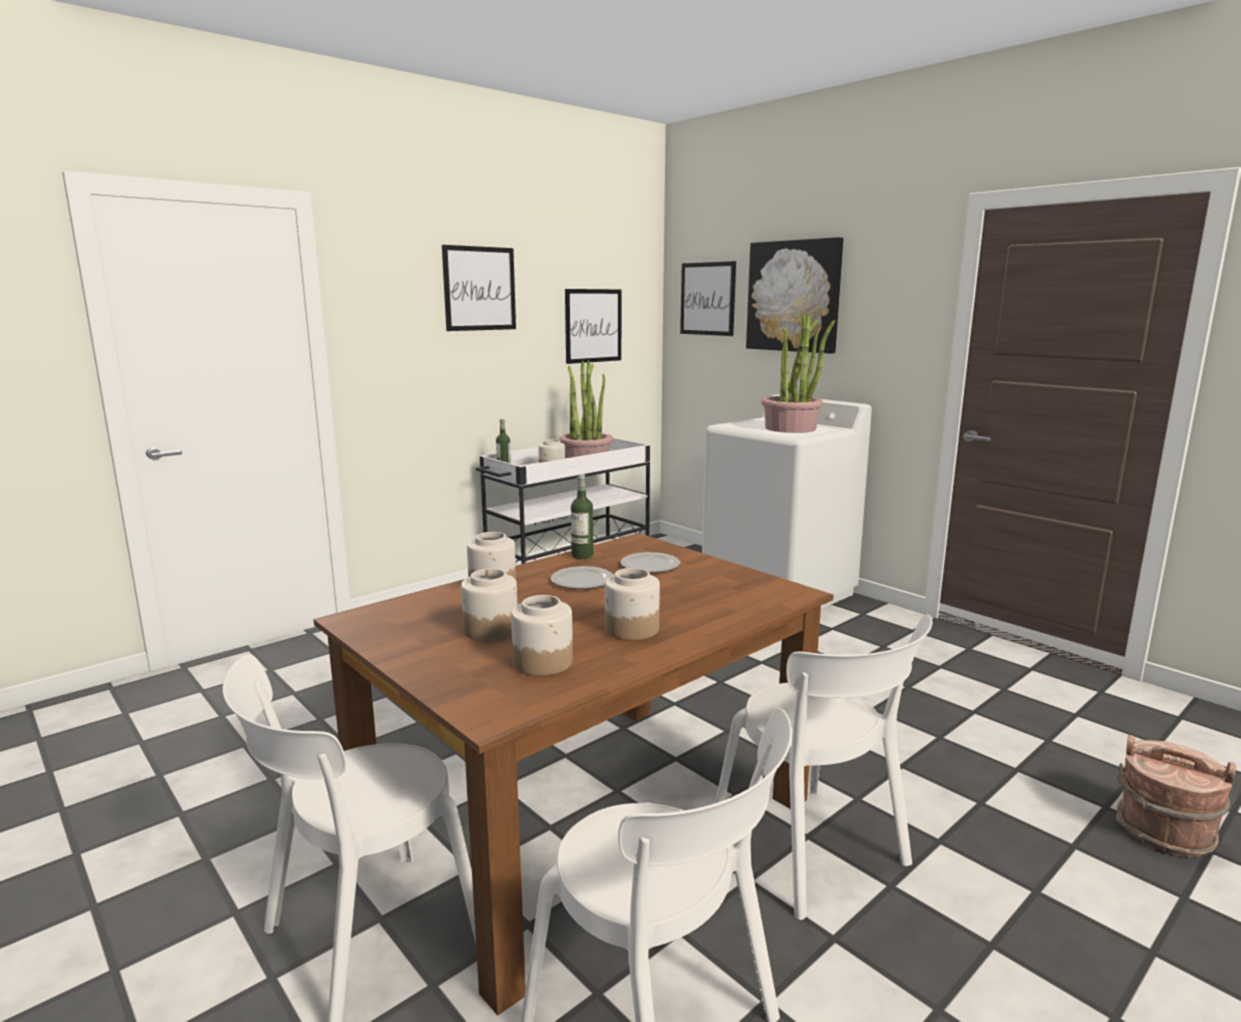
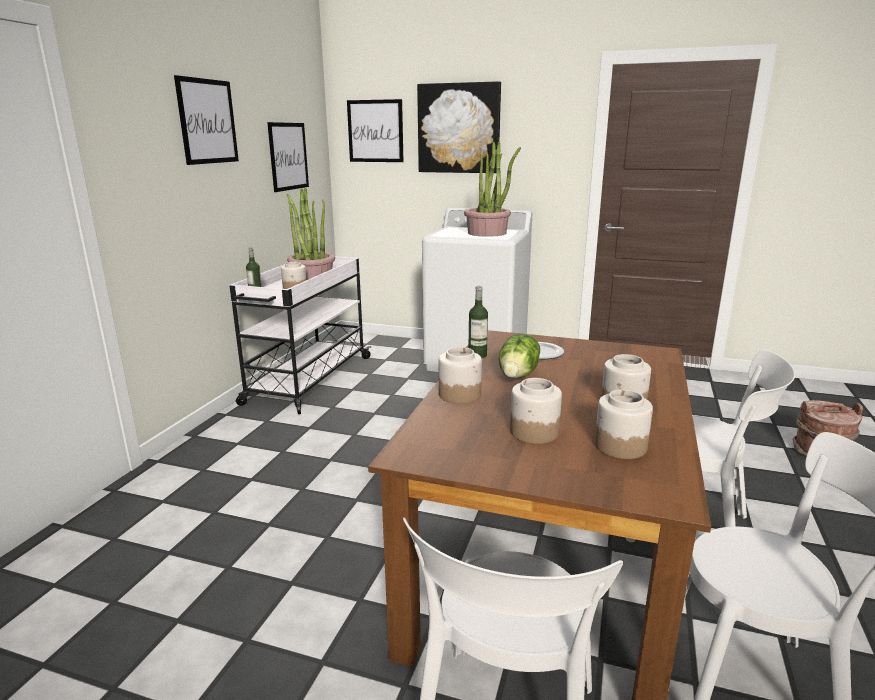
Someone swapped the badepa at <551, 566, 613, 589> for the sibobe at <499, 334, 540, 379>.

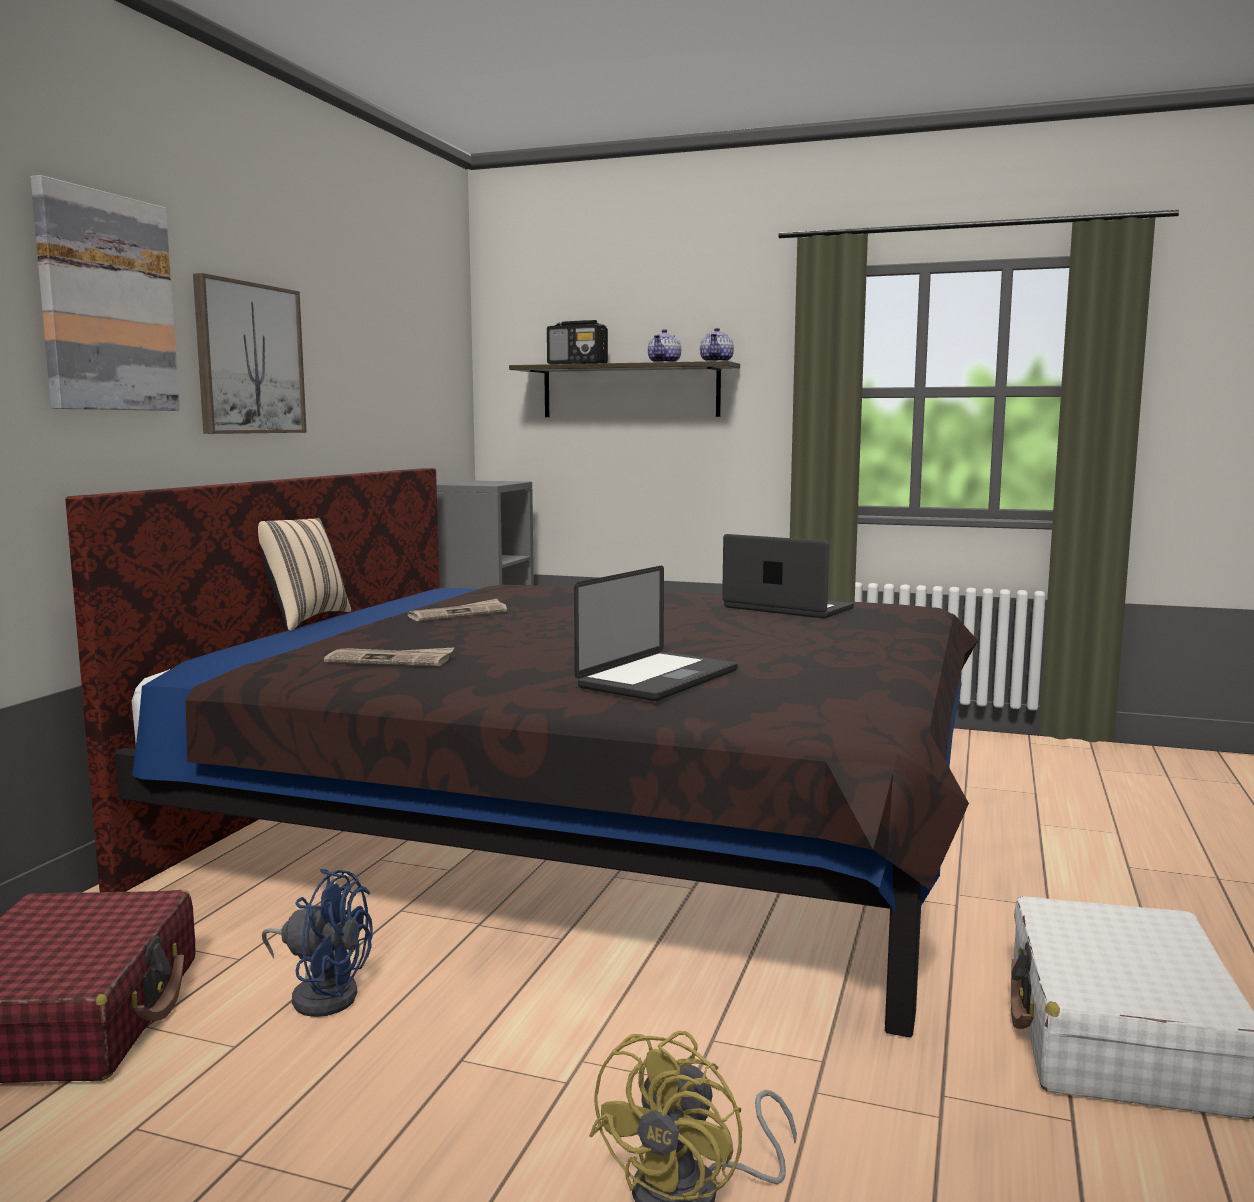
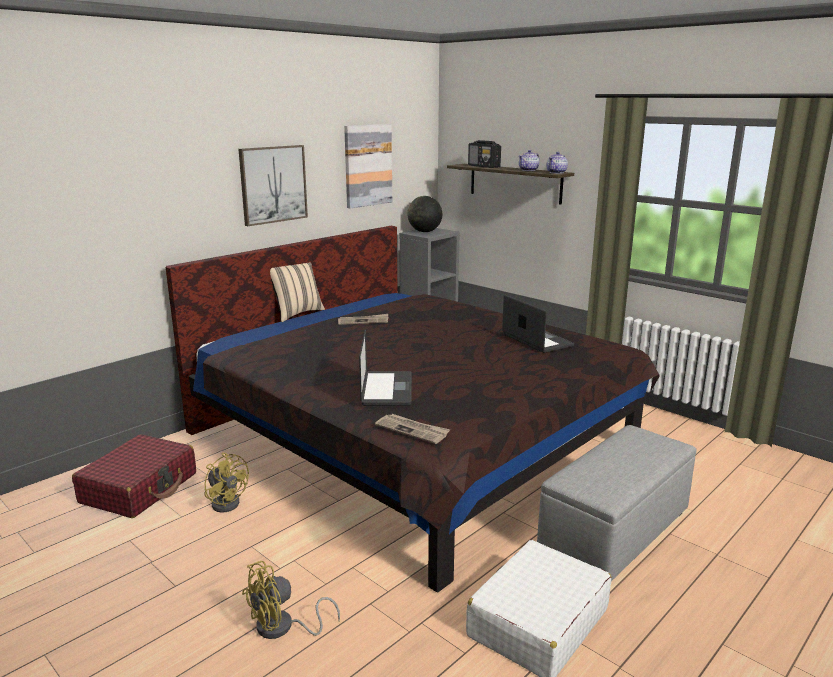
Someone repainted the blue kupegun at <262, 869, 373, 1017>, which became the yellow kupegun at <205, 453, 249, 513>.
Someone carried the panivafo from <31, 175, 180, 411> to <344, 124, 392, 209>.
Someone rotated the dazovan at <574, 566, 737, 701> by 60 degrees counterclockwise.
Someone carried the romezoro from <324, 648, 454, 666> to <375, 414, 450, 444>.
Someone put down the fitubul at <407, 196, 442, 232>.
Someone put down the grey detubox at <537, 425, 696, 581>.

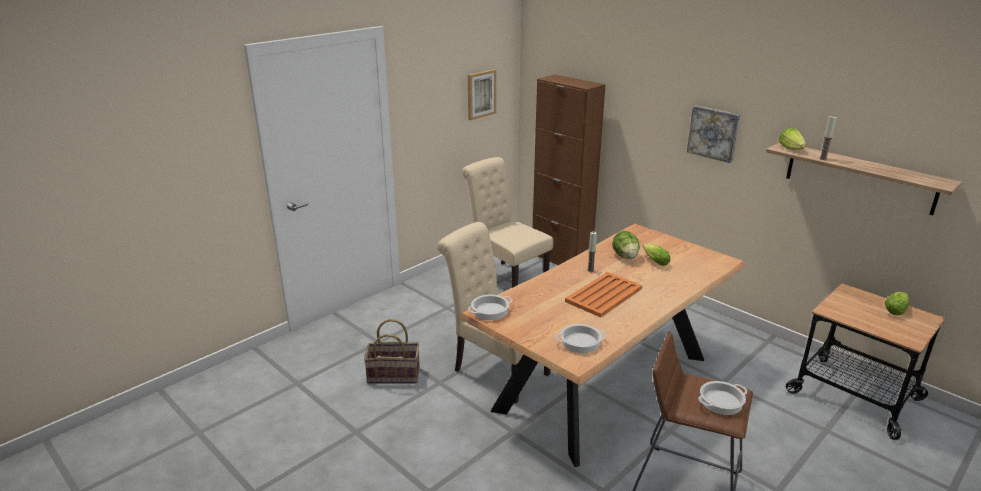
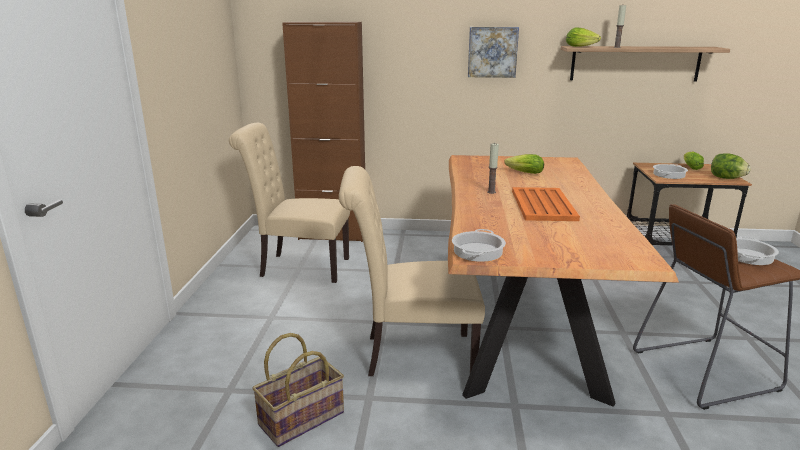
Someone carried the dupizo from <554, 324, 607, 353> to <653, 164, 688, 179>.
Someone carried the sibobe from <612, 231, 640, 259> to <711, 153, 751, 179>.
Someone took away the panivafo at <468, 69, 496, 120>.

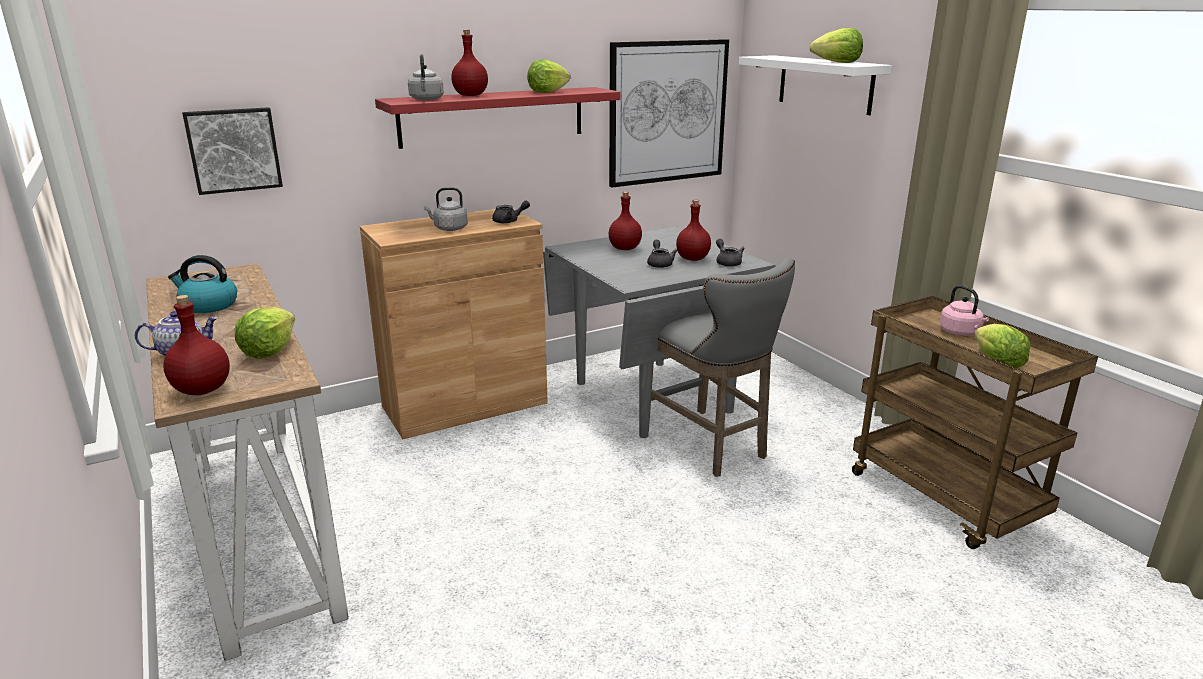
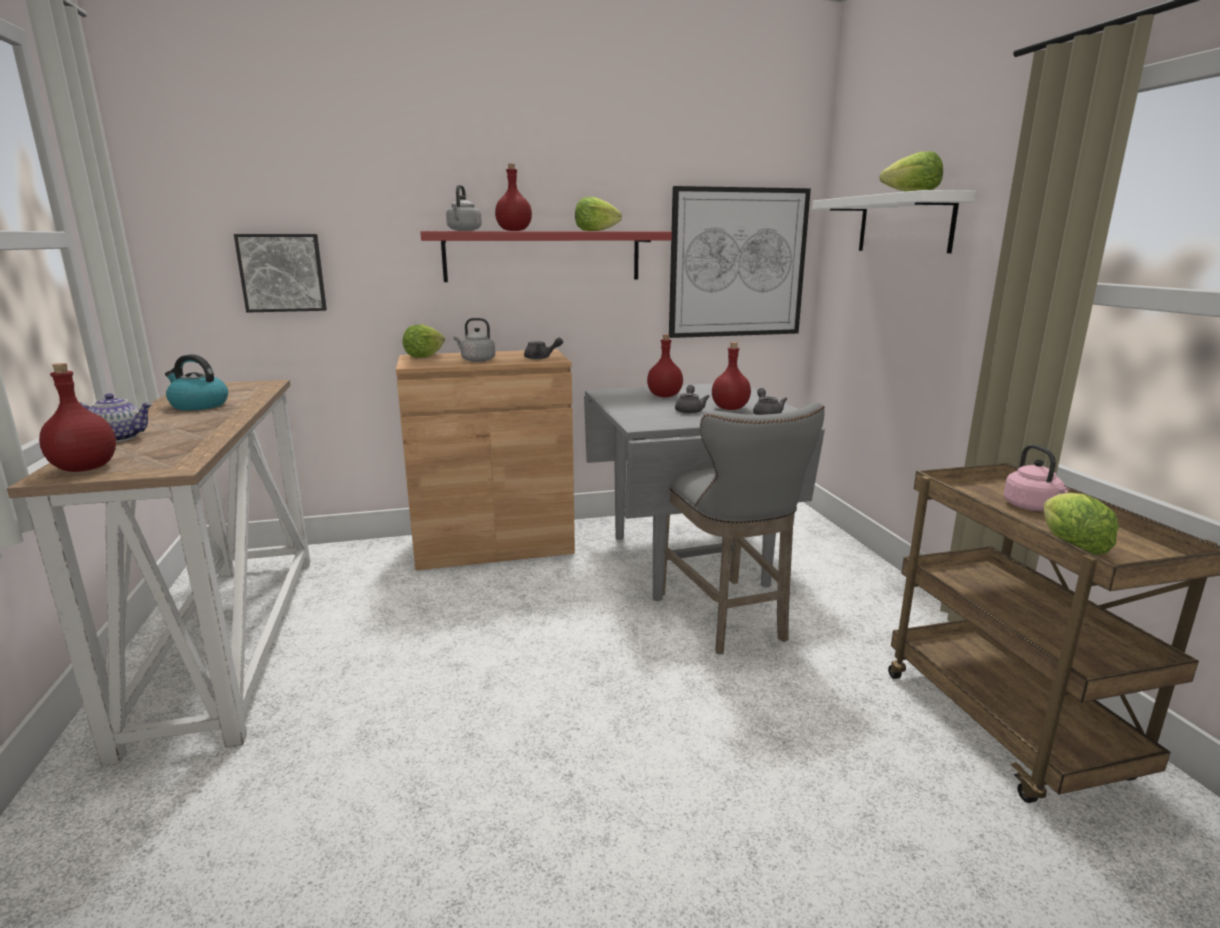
Someone carried the sibobe from <235, 307, 295, 359> to <402, 324, 445, 358>.

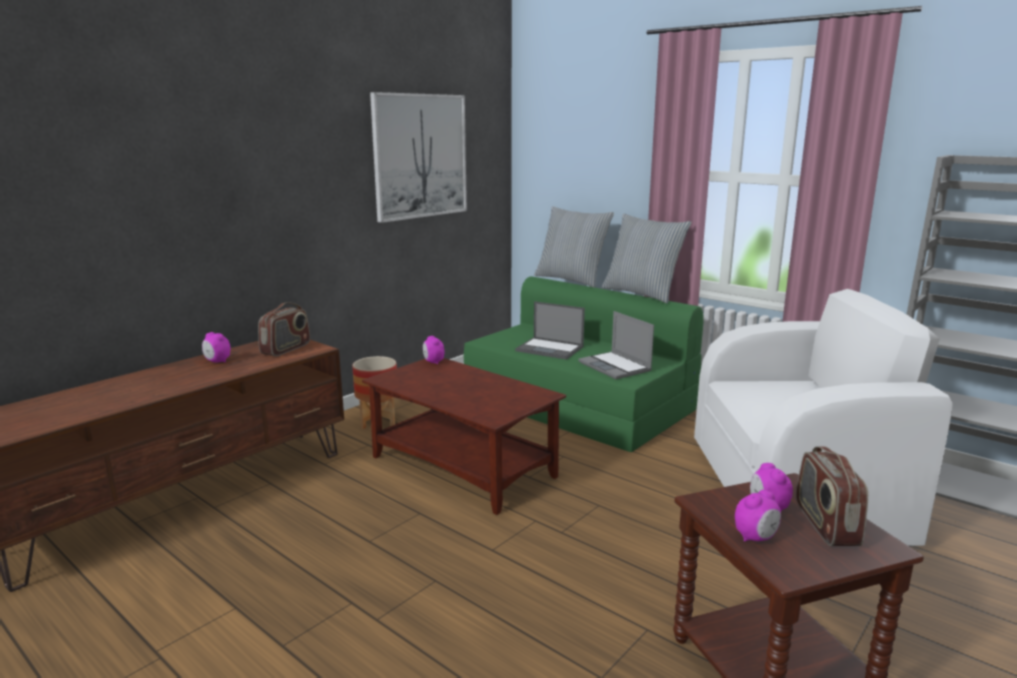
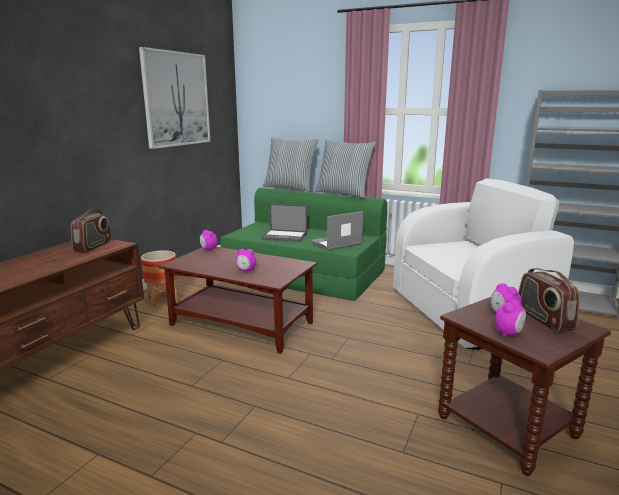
Someone carried the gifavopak from <202, 332, 230, 363> to <236, 249, 256, 272>.
Someone rotated the dazovan at <578, 311, 654, 379> by 105 degrees clockwise.

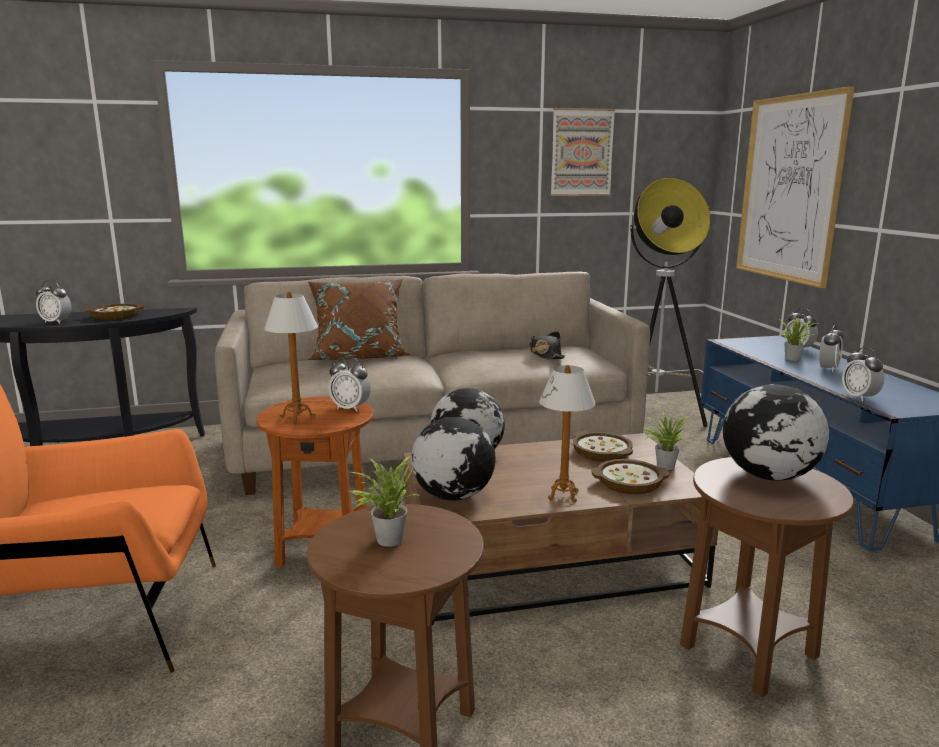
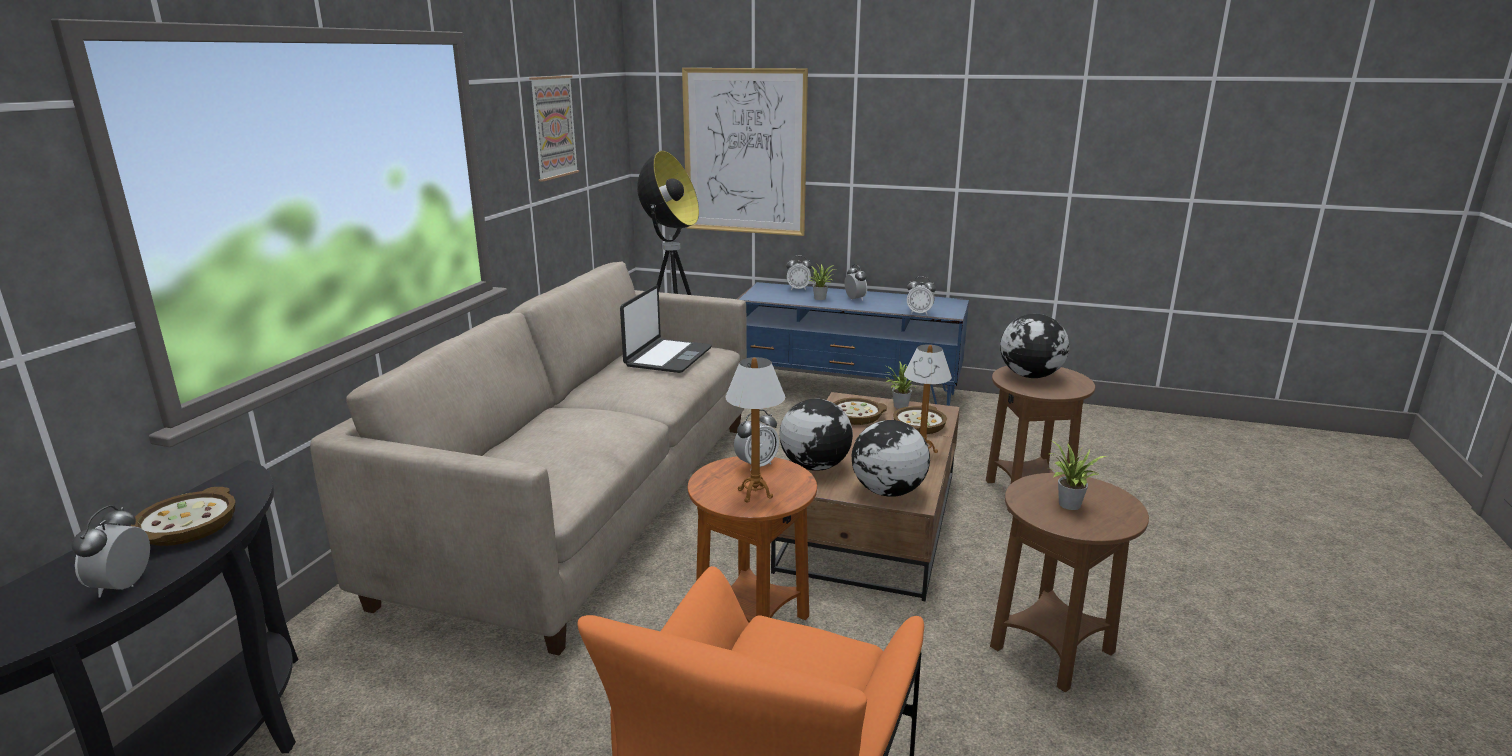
Someone rotated the gifavopak at <36, 280, 72, 324> by 135 degrees clockwise.
Someone swapped the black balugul at <529, 331, 565, 360> for the dazovan at <620, 285, 712, 373>.
Someone took away the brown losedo at <308, 279, 411, 360>.

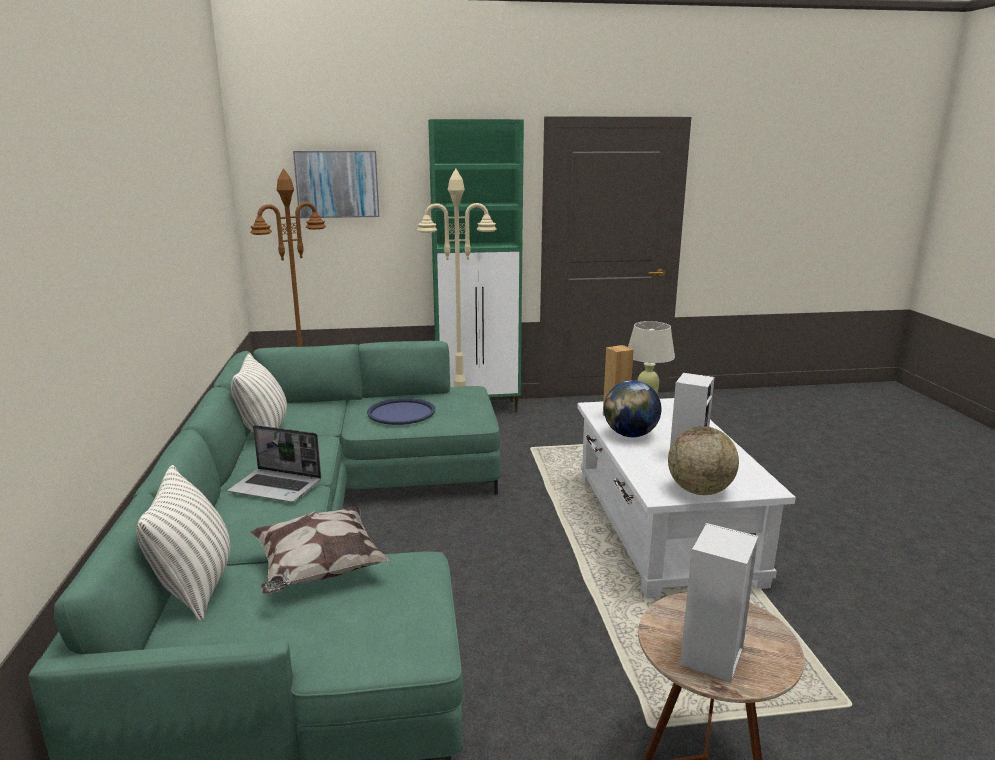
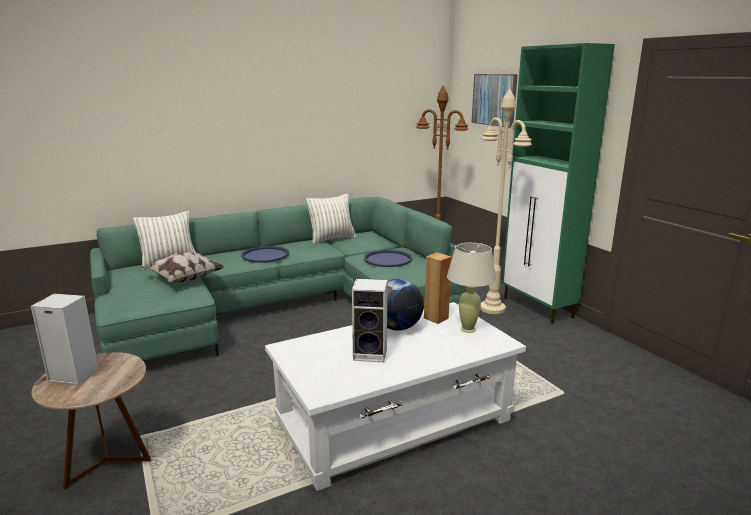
Someone swapped the dazovan at <228, 425, 321, 502> for the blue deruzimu at <241, 246, 289, 263>.
Someone took away the fitubul at <668, 426, 739, 495>.

